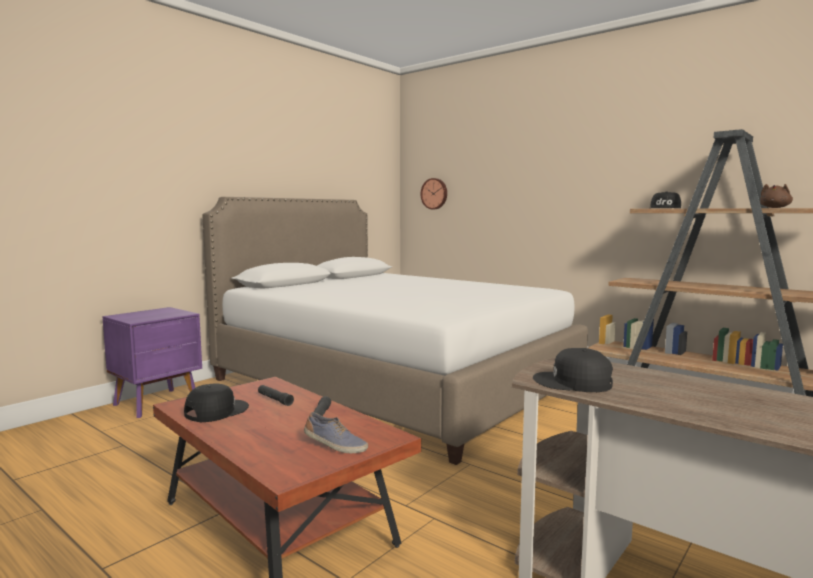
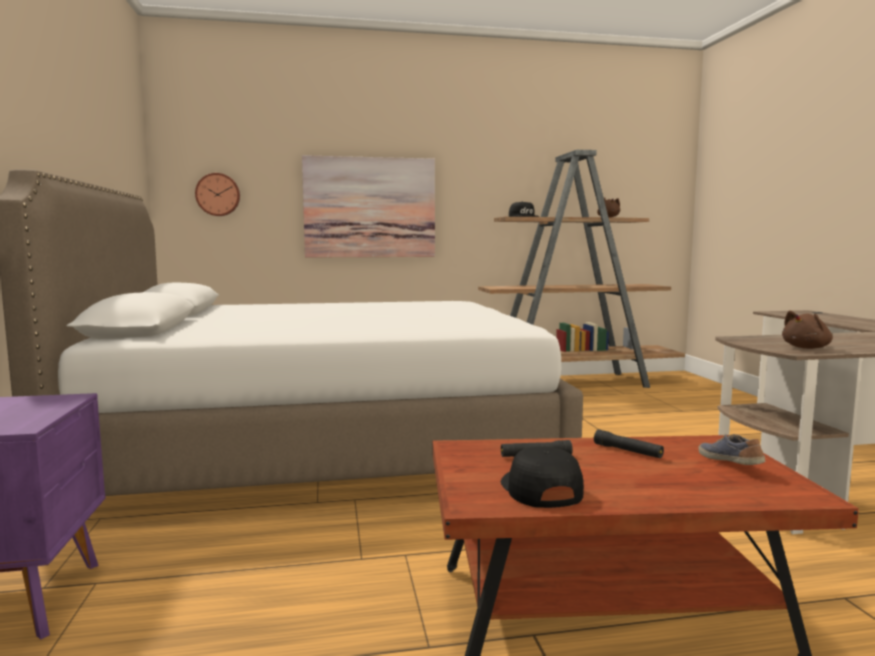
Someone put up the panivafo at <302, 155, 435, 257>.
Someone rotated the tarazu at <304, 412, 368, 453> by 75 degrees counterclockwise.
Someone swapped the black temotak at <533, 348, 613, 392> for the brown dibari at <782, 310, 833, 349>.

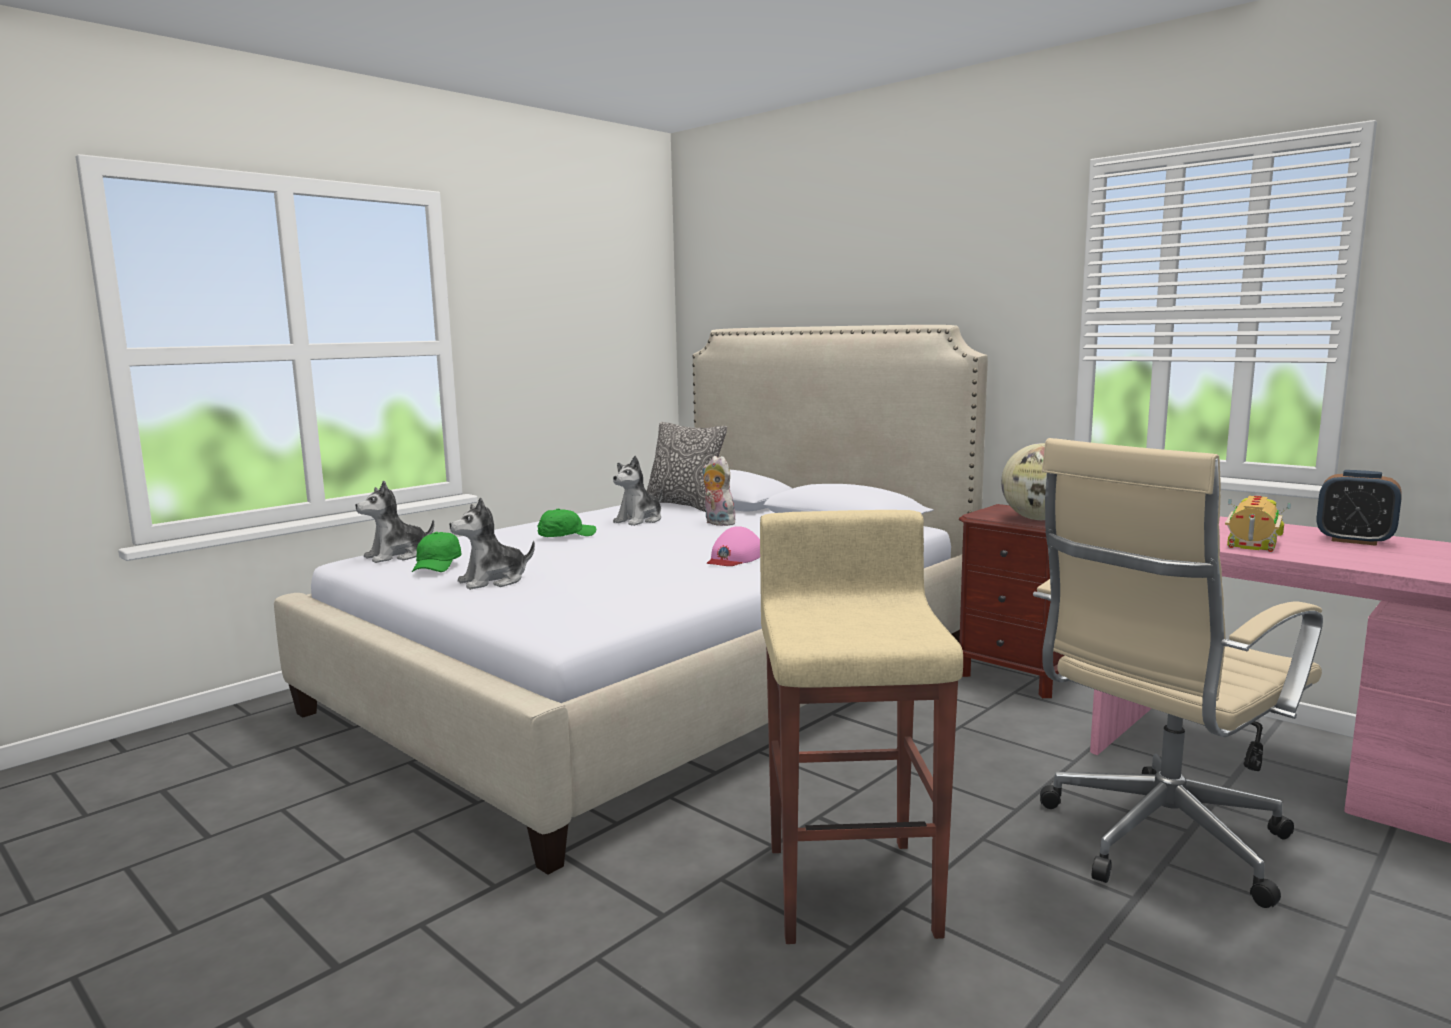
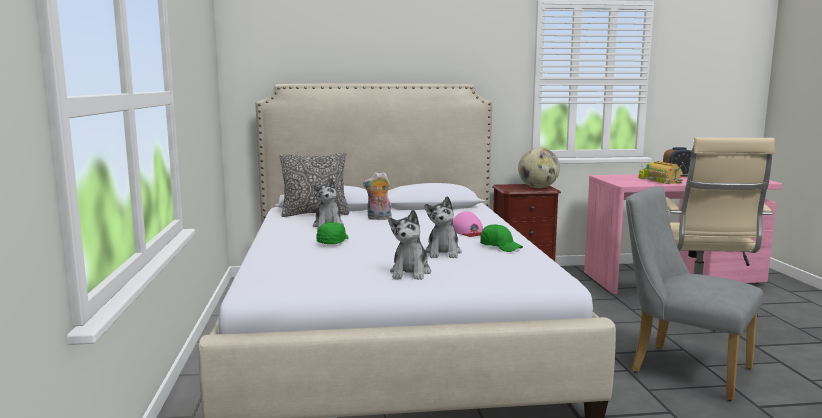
Someone carried the dibari from <355, 481, 434, 563> to <425, 196, 462, 258>.
Someone carried the green temotak from <412, 532, 461, 572> to <480, 224, 523, 252>.
Someone swapped the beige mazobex at <760, 510, 963, 944> for the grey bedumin at <626, 187, 763, 401>.

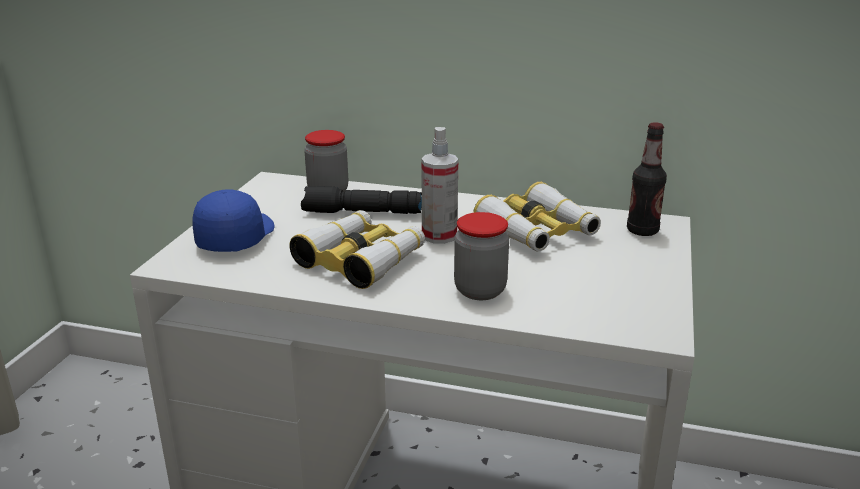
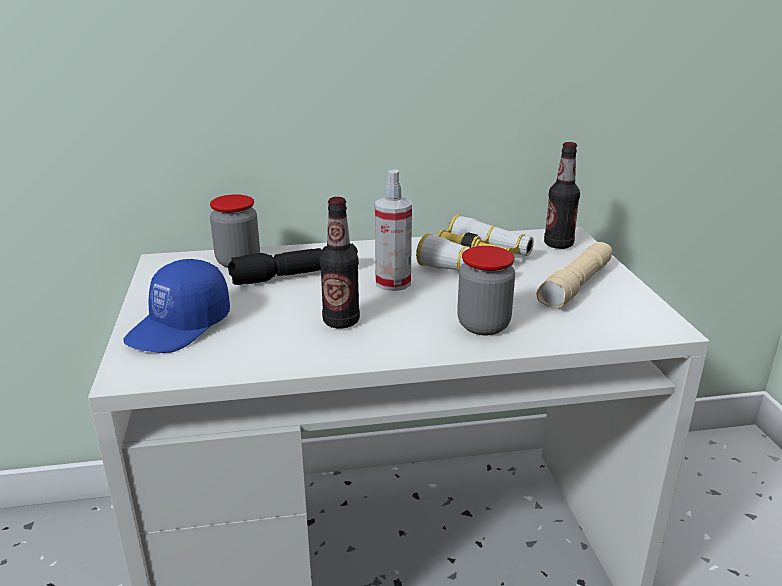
Someone rotated the blue temotak at <192, 189, 275, 252> by 135 degrees counterclockwise.
Someone swapped the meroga at <289, 210, 425, 289> for the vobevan at <320, 197, 360, 328>.
Someone put down the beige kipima at <537, 242, 612, 308>.

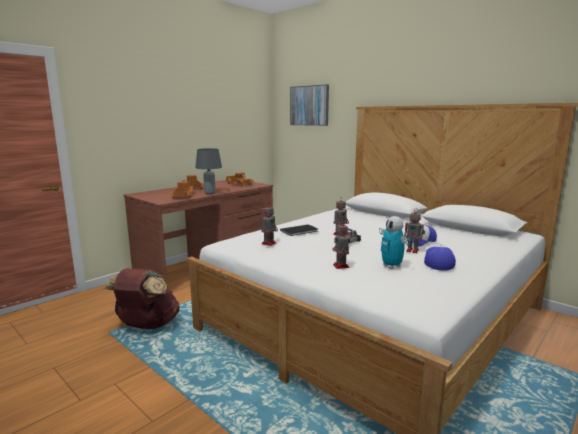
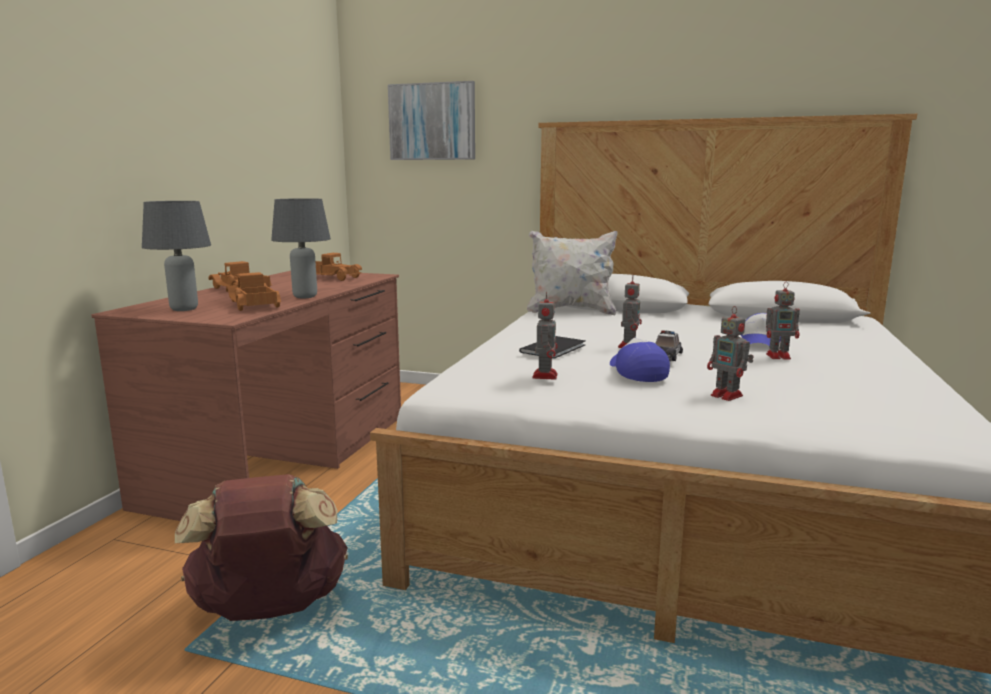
Someone put down the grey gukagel at <142, 201, 211, 311>.
Someone put down the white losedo at <527, 231, 618, 315>.
Someone carried the temotak from <424, 244, 456, 271> to <610, 338, 670, 382>.
Someone took away the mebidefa at <379, 216, 410, 269>.

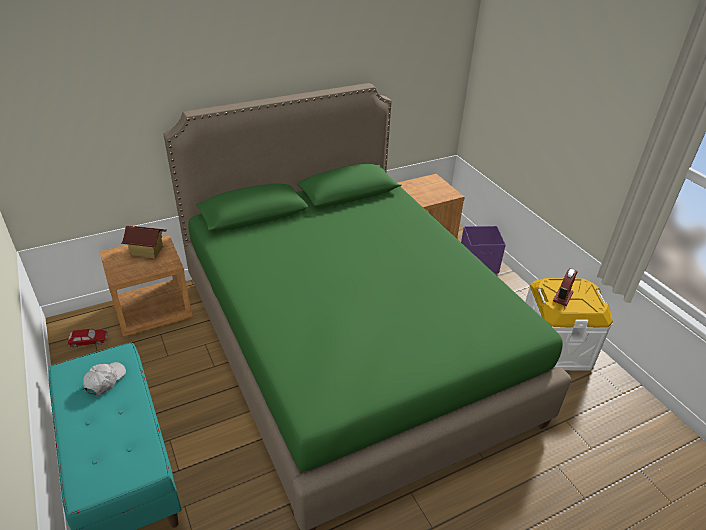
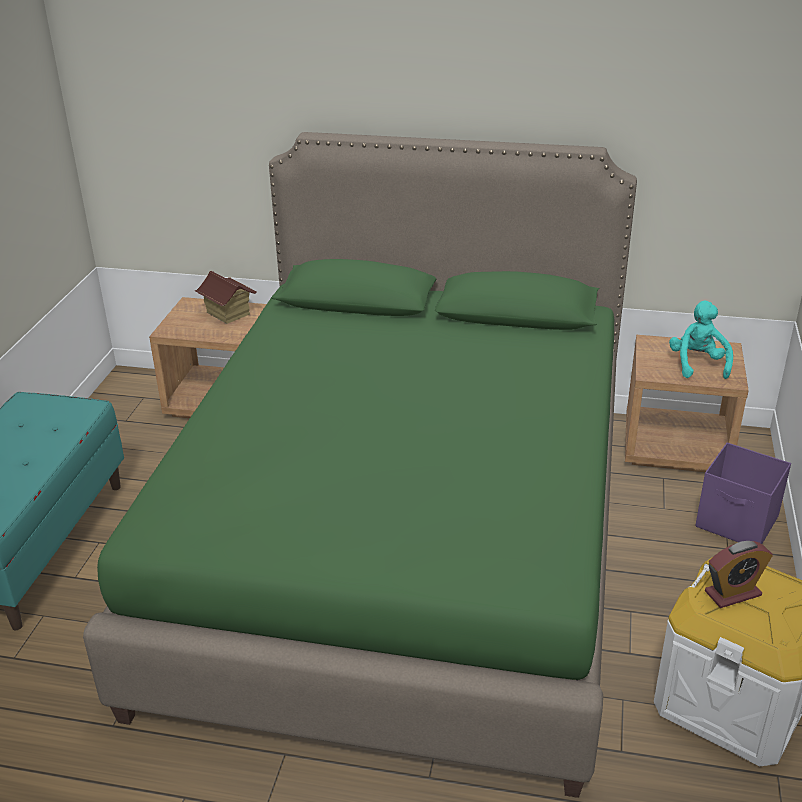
Someone put down the turquoise dibari at <669, 301, 733, 379>.
Someone took away the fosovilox at <68, 329, 108, 348>.
Someone took away the white temotak at <83, 362, 126, 395>.

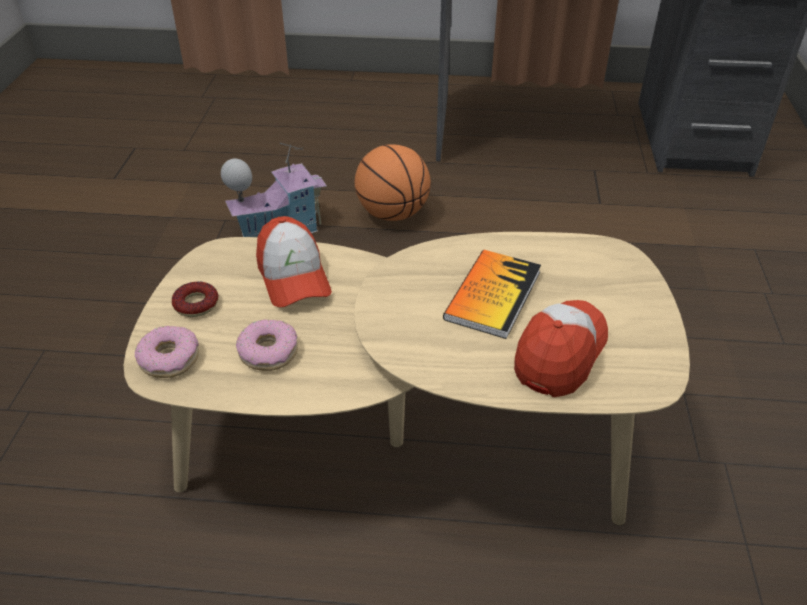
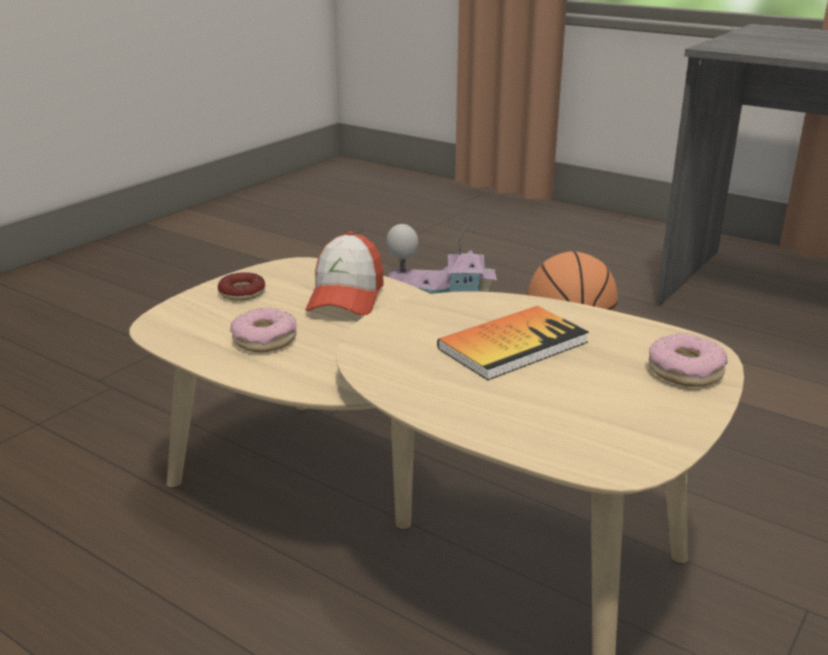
Someone carried the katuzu from <135, 326, 199, 378> to <649, 333, 728, 387>.
Someone took away the temotak at <514, 300, 608, 397>.

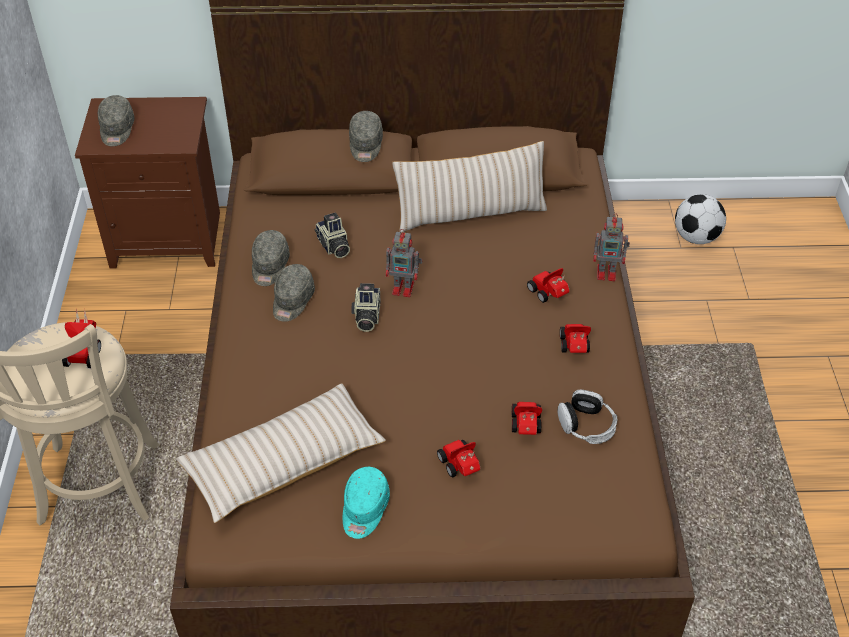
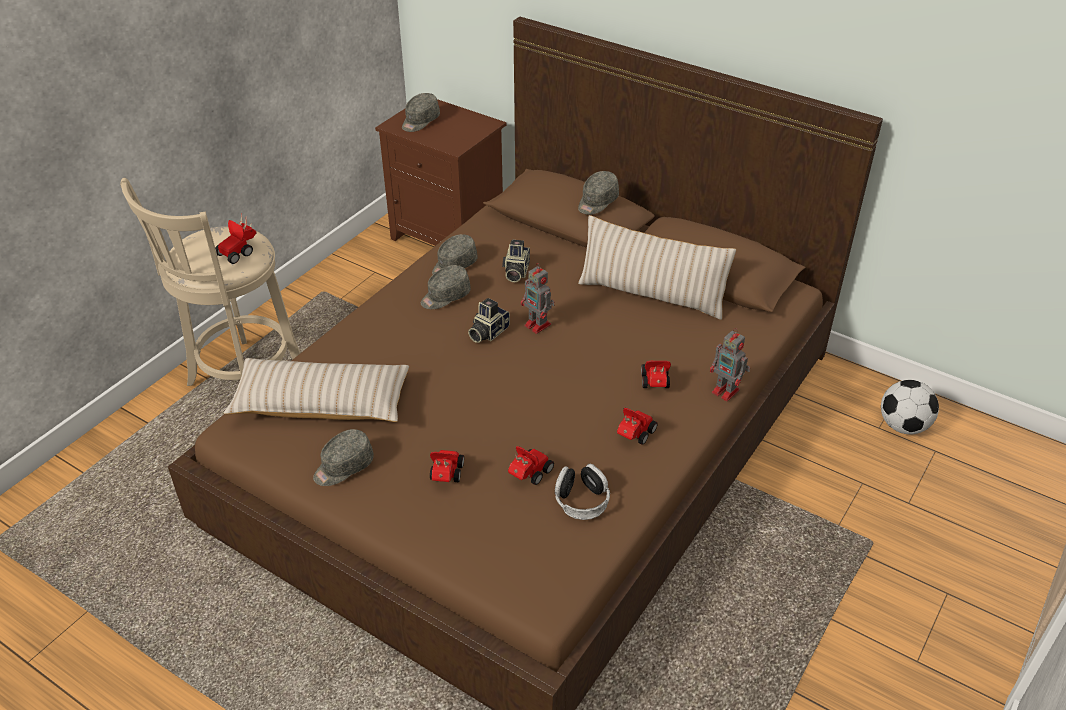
Someone repainted the turquoise temotak at <343, 467, 390, 539>, which became the grey temotak at <313, 429, 374, 486>.

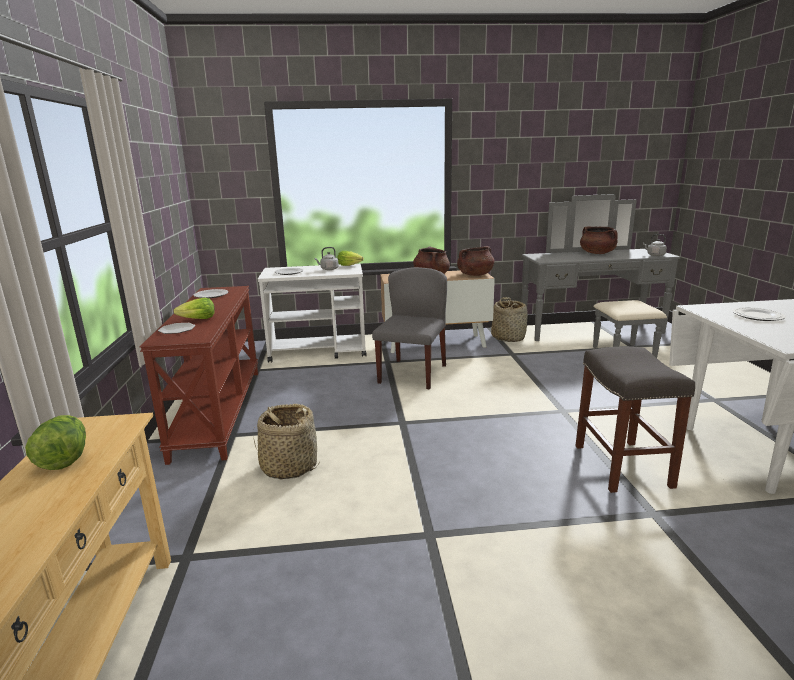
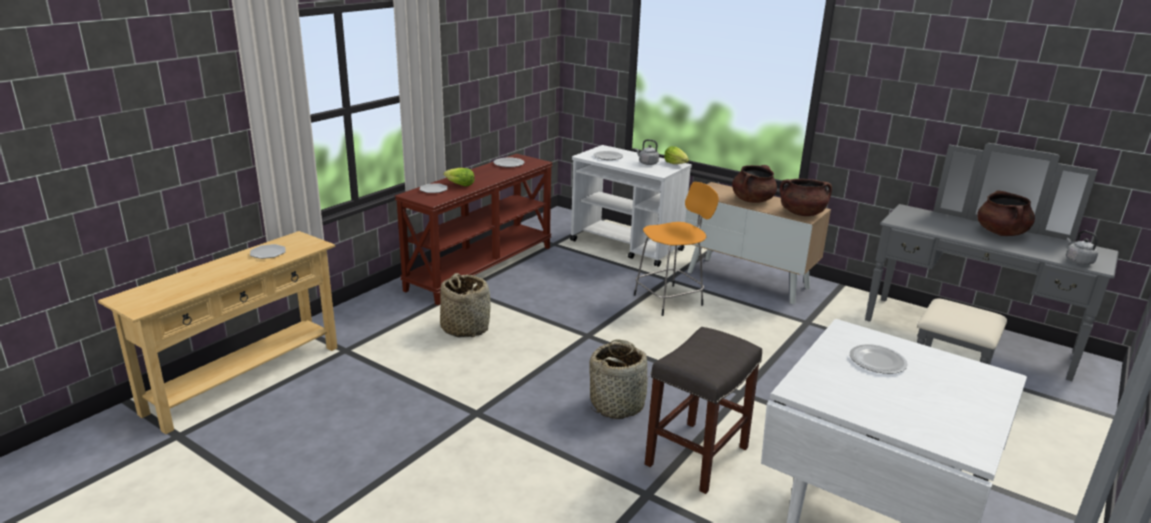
Someone swapped the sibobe at <25, 415, 86, 470> for the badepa at <250, 244, 286, 259>.
Someone carried the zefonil from <491, 297, 528, 342> to <589, 339, 651, 419>.
Someone swapped the grey bedumin at <372, 267, 447, 390> for the orange mazobex at <634, 182, 719, 316>.

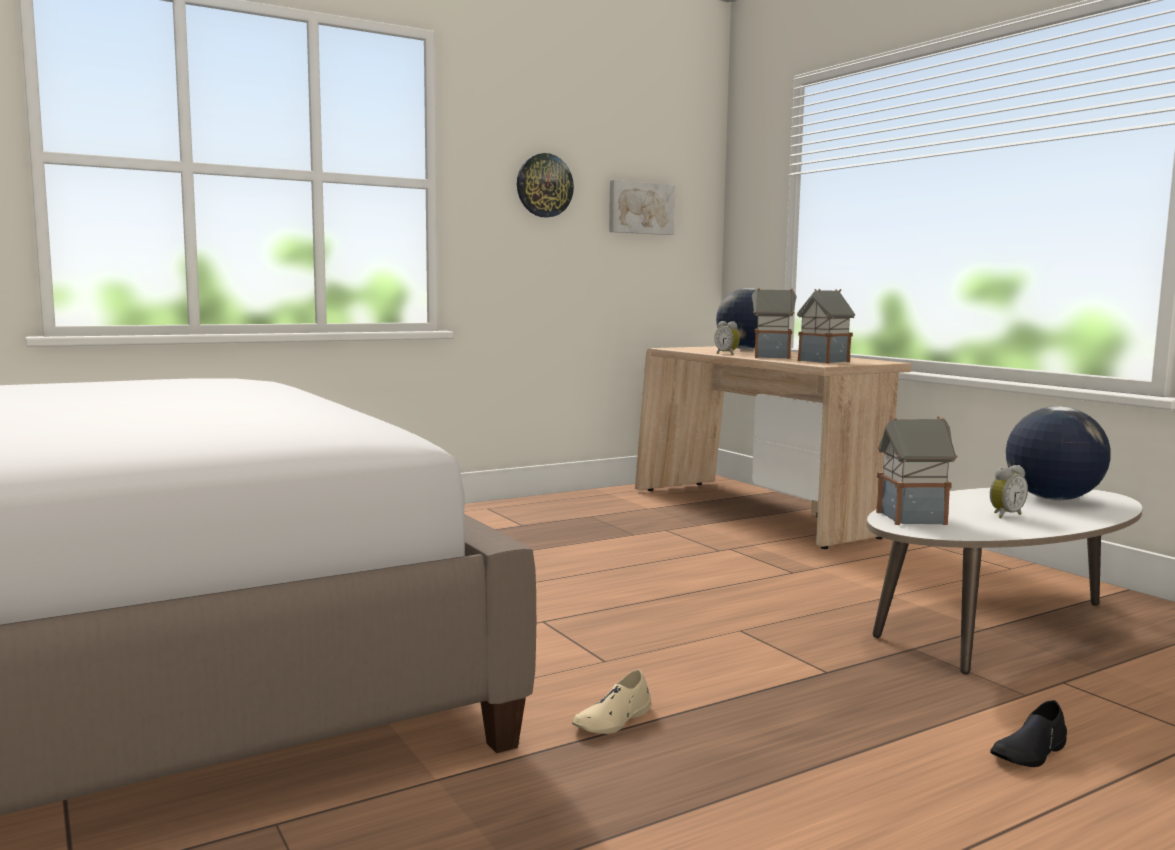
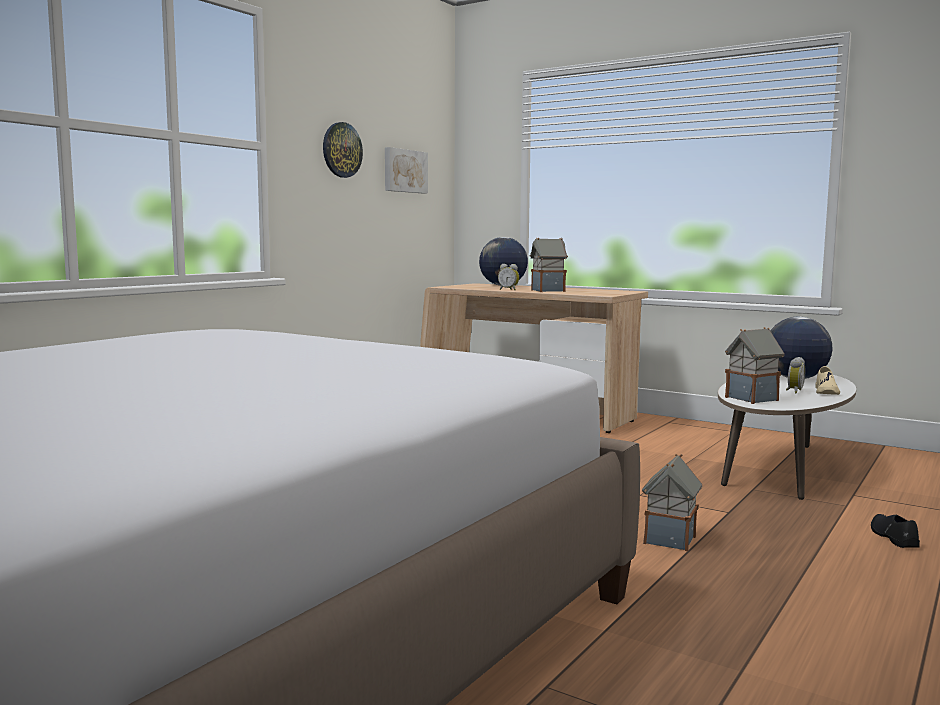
Someone carried the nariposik from <797, 289, 855, 364> to <642, 454, 702, 551>.
Someone carried the beige tarazu from <572, 669, 651, 734> to <815, 366, 840, 395>.
Someone rotated the black tarazu at <990, 700, 1067, 767> by 150 degrees clockwise.

